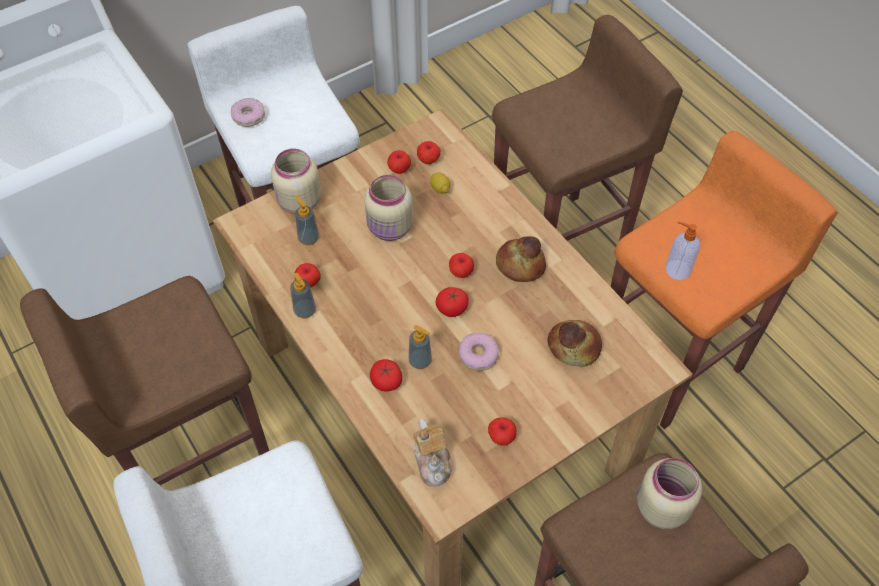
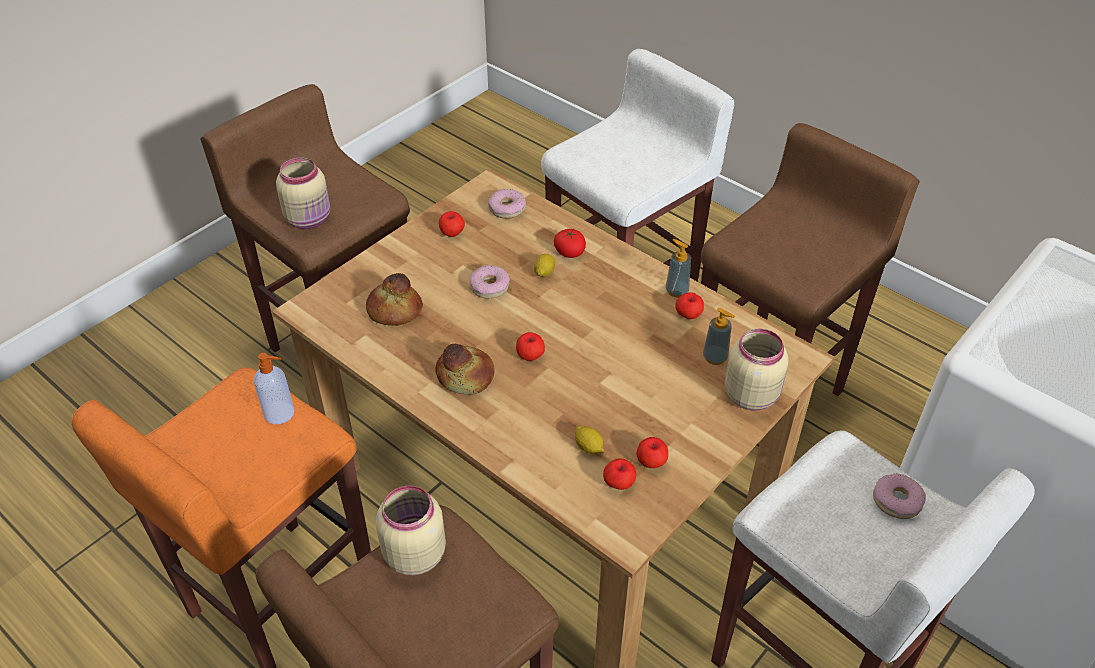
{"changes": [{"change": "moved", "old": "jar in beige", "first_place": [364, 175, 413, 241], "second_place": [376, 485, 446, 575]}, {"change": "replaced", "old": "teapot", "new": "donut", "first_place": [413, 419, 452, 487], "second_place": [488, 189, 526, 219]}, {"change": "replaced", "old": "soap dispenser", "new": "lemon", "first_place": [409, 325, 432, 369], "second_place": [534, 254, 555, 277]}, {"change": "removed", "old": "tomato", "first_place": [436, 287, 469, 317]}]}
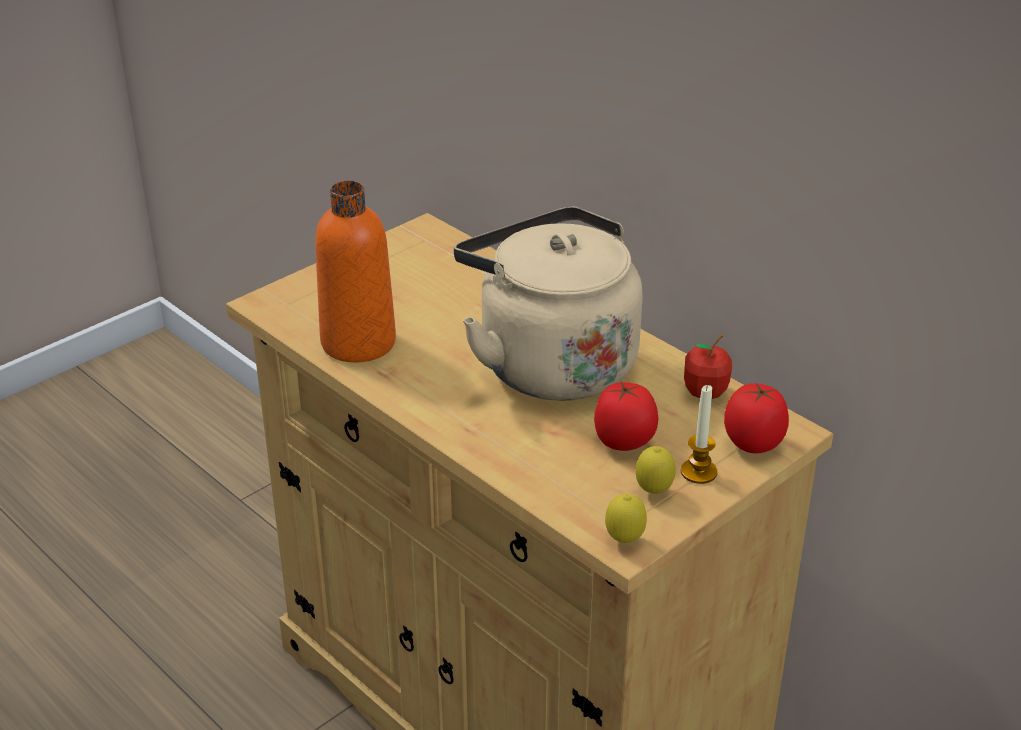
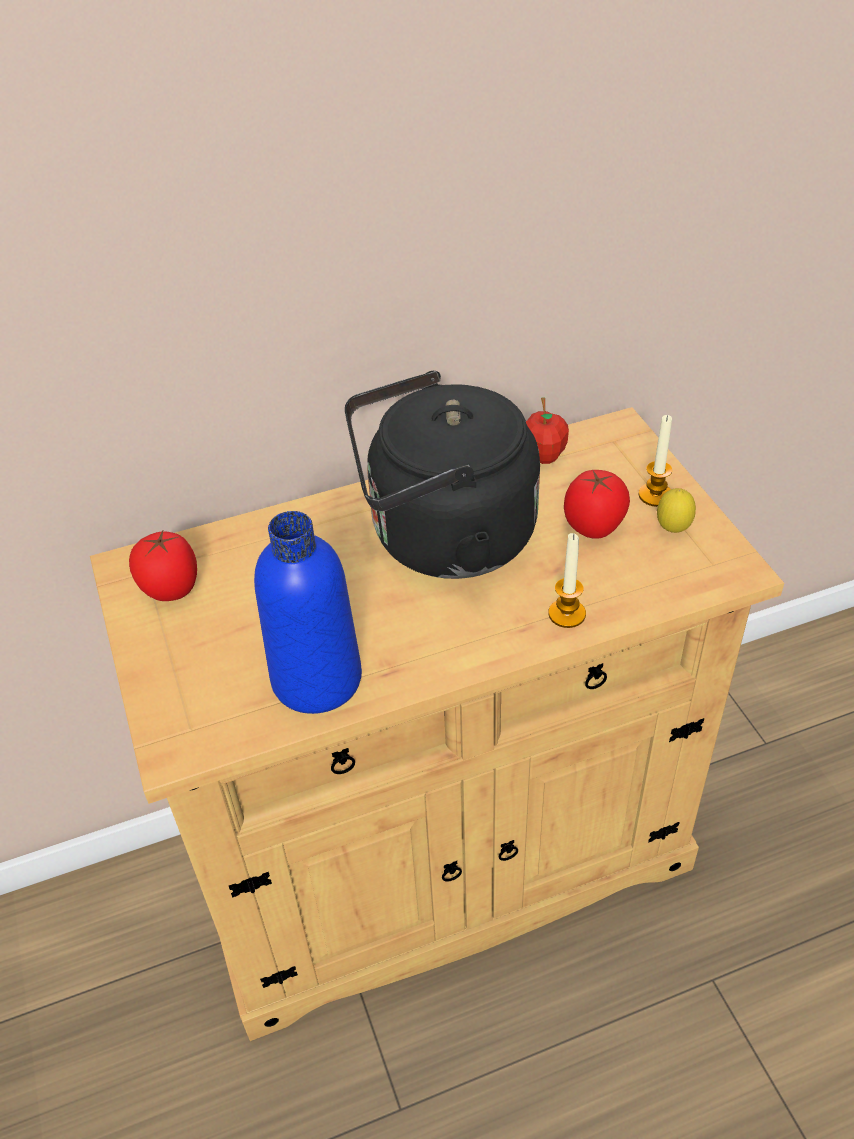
{"changes": [{"change": "moved", "old": "tomato", "first_place": [724, 383, 789, 453], "second_place": [129, 531, 197, 601]}, {"change": "recoloured", "old": "bottle in orange", "new": "bottle in blue", "first_place": [315, 181, 396, 363], "second_place": [254, 511, 362, 714]}, {"change": "recoloured", "old": "kettle in beige", "new": "kettle in black", "first_place": [454, 207, 642, 401], "second_place": [345, 371, 540, 579]}, {"change": "added", "new": "candle", "second_place": [548, 533, 586, 628]}, {"change": "removed", "old": "lemon", "first_place": [605, 494, 647, 543]}]}
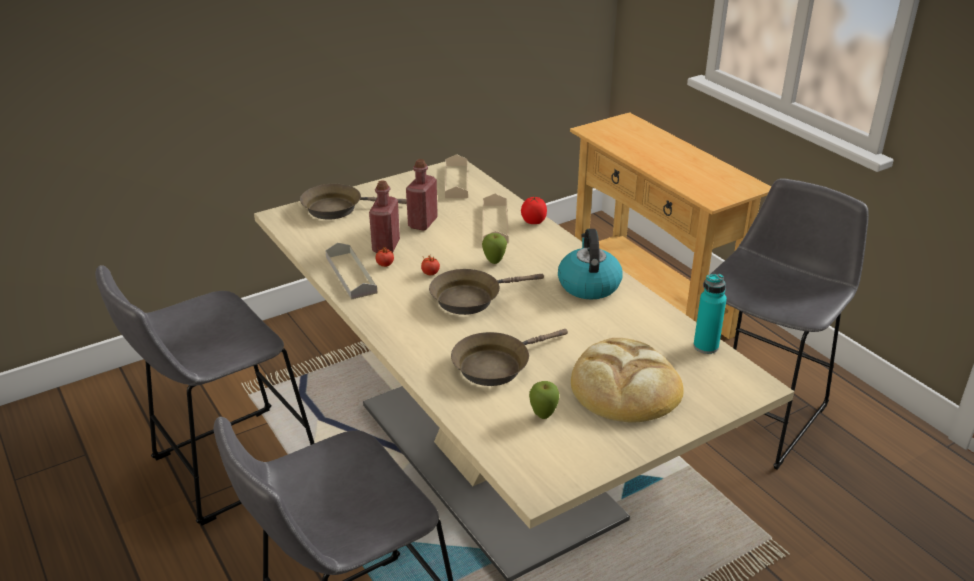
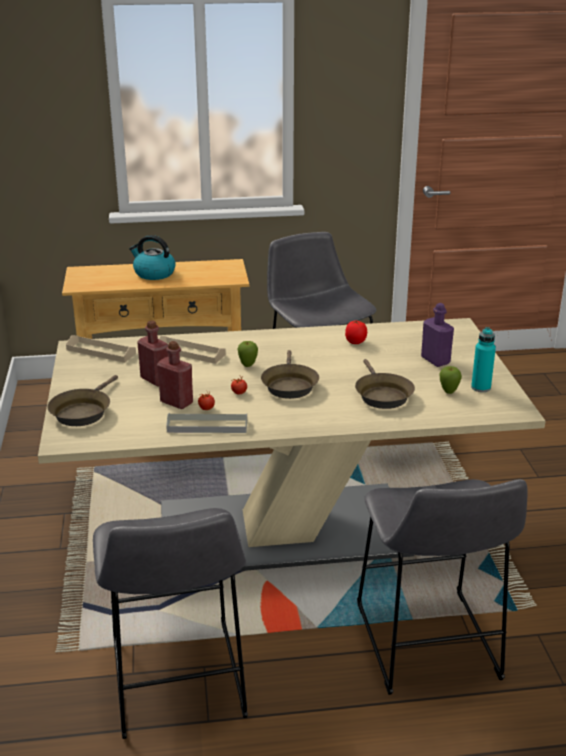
{"changes": [{"change": "moved", "old": "kettle", "first_place": [558, 229, 623, 299], "second_place": [129, 235, 176, 280]}, {"change": "moved", "old": "tomato", "first_place": [521, 196, 547, 224], "second_place": [345, 320, 367, 344]}, {"change": "replaced", "old": "bread", "new": "bottle in purple", "first_place": [571, 338, 684, 422], "second_place": [421, 303, 454, 367]}, {"change": "moved", "old": "bottle in turquoise", "first_place": [693, 274, 727, 354], "second_place": [471, 327, 496, 392]}]}
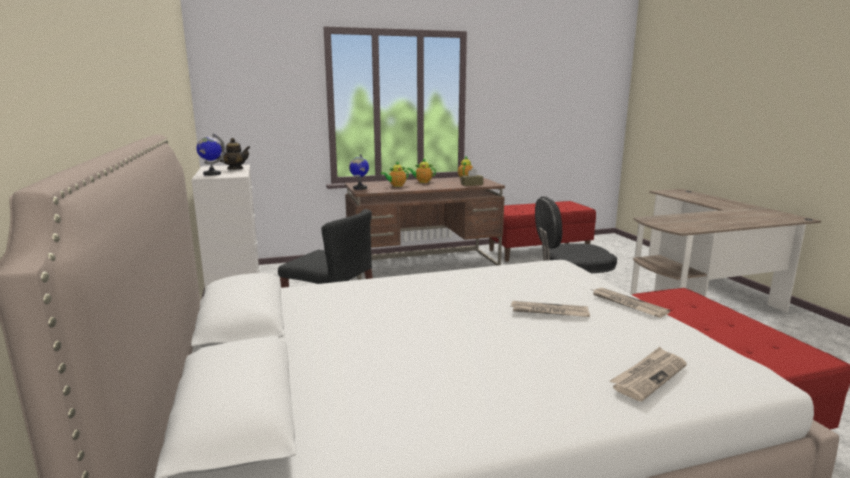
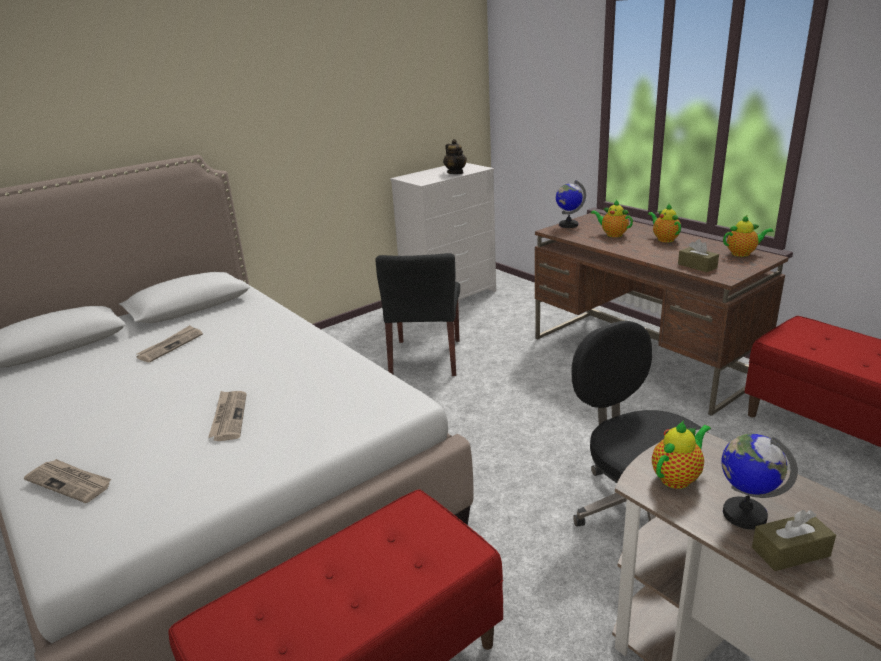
{"changes": [{"change": "moved", "old": "newspaper", "first_place": [593, 288, 670, 318], "second_place": [136, 325, 203, 363]}, {"change": "added", "new": "teapot", "second_place": [652, 421, 711, 489]}, {"change": "moved", "old": "globe", "first_place": [197, 134, 225, 176], "second_place": [722, 434, 798, 529]}, {"change": "added", "new": "tissue box in brown", "second_place": [752, 510, 836, 571]}]}
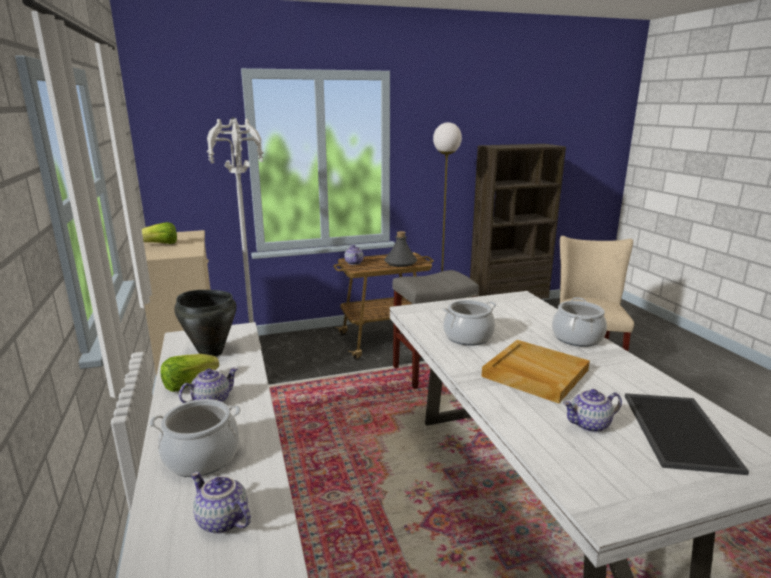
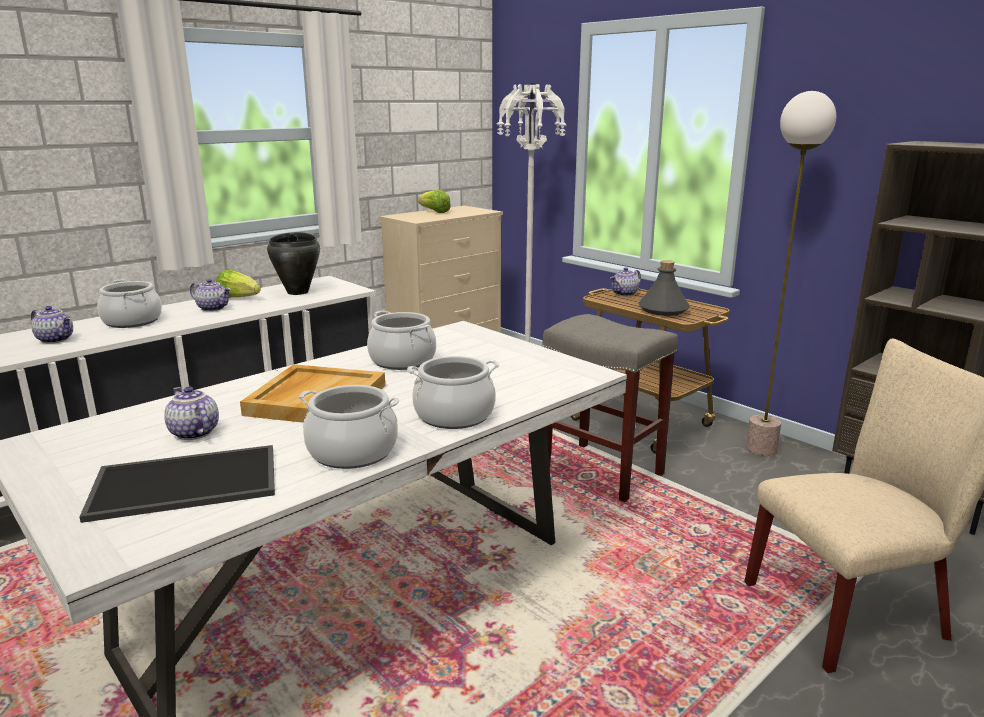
{"changes": [{"change": "turned", "old": "teapot", "first_place": [191, 472, 251, 534], "second_place": [31, 306, 73, 343], "degrees": 105}, {"change": "added", "new": "cooking pot", "second_place": [299, 385, 399, 469]}]}
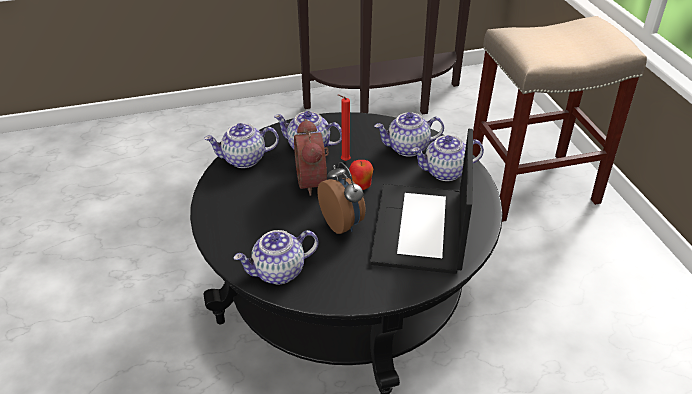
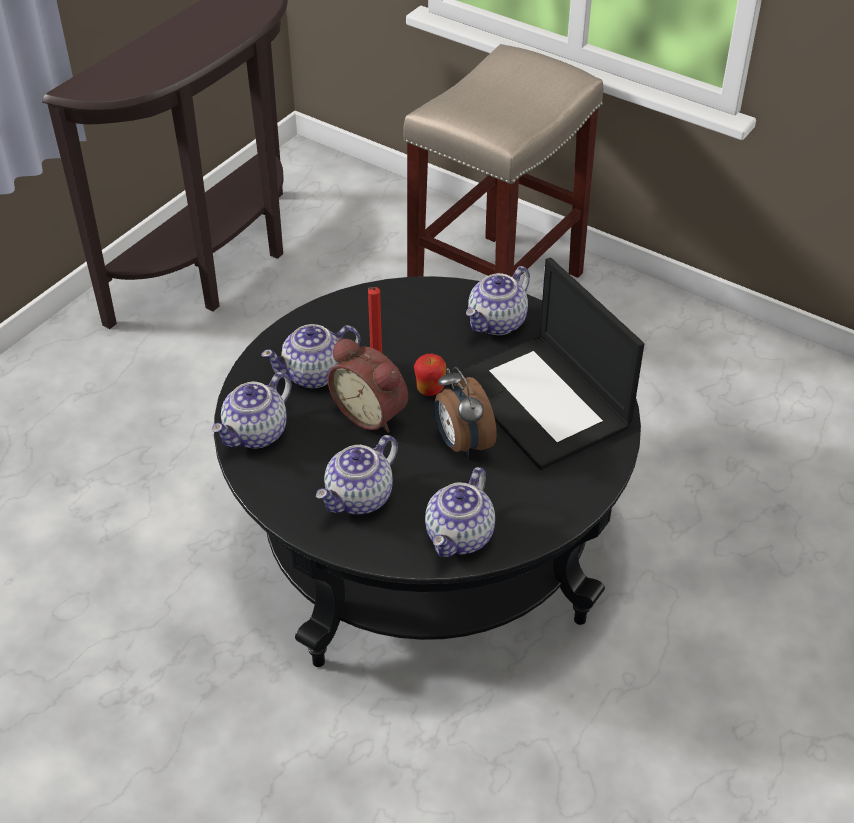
{"changes": [{"change": "moved", "old": "teapot", "first_place": [374, 112, 444, 157], "second_place": [316, 435, 398, 515]}, {"change": "turned", "old": "alarm clock", "first_place": [317, 162, 365, 234], "second_place": [434, 367, 497, 458], "degrees": -135}]}
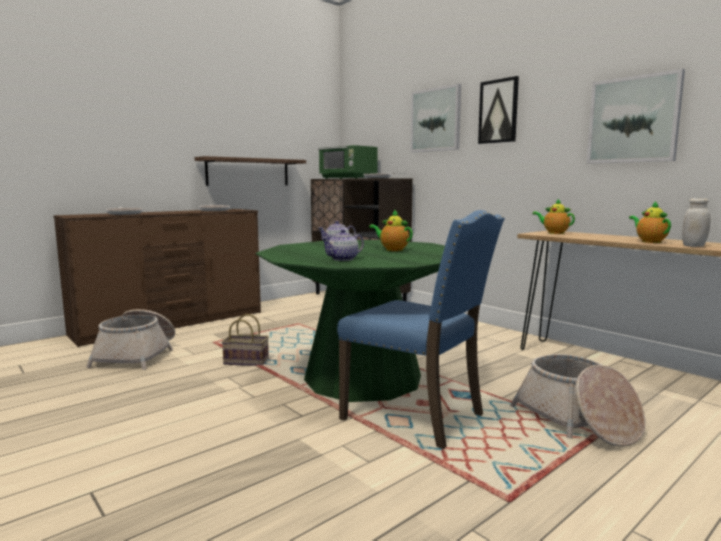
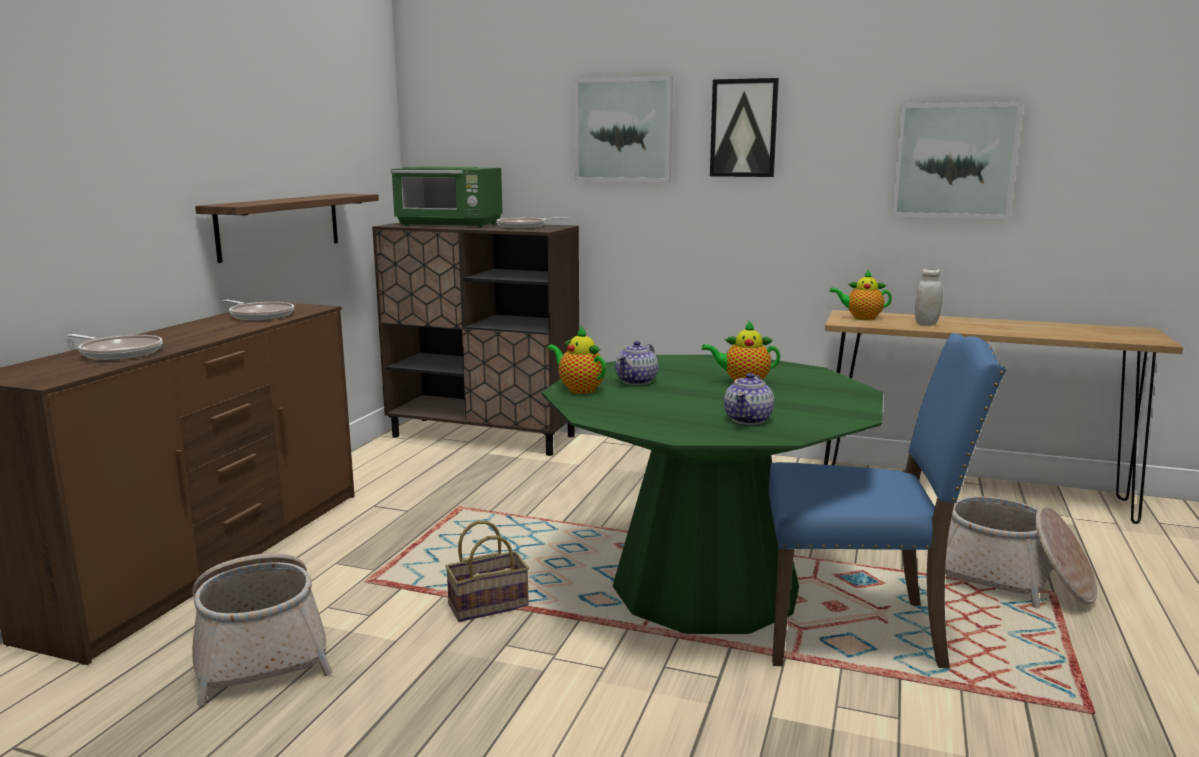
{"changes": [{"change": "moved", "old": "teapot", "first_place": [629, 202, 671, 243], "second_place": [547, 327, 606, 394]}, {"change": "moved", "old": "jar in white", "first_place": [682, 198, 710, 247], "second_place": [915, 268, 943, 326]}]}
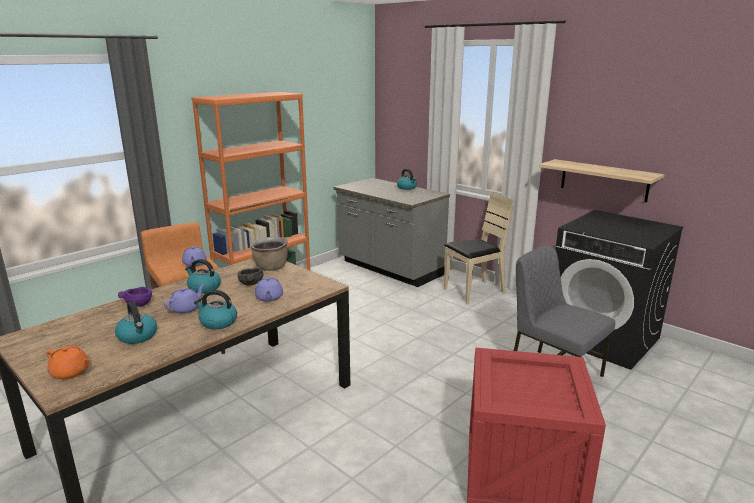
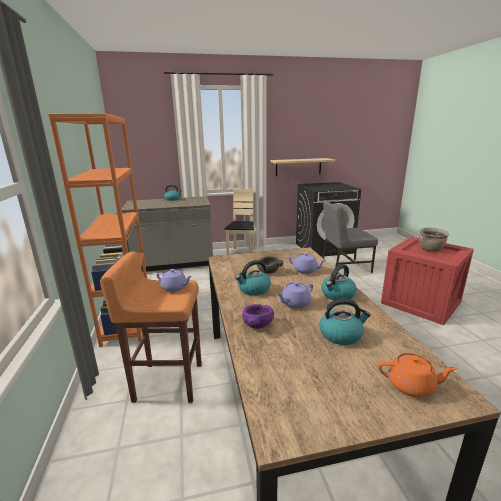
{"changes": [{"change": "turned", "old": "teapot in purple", "first_place": [164, 285, 204, 314], "second_place": [276, 282, 313, 308], "degrees": -105}, {"change": "turned", "old": "teapot in orange", "first_place": [46, 346, 89, 380], "second_place": [378, 353, 458, 397], "degrees": 45}, {"change": "moved", "old": "cooking pot in brown", "first_place": [250, 237, 288, 271], "second_place": [419, 228, 449, 252]}]}
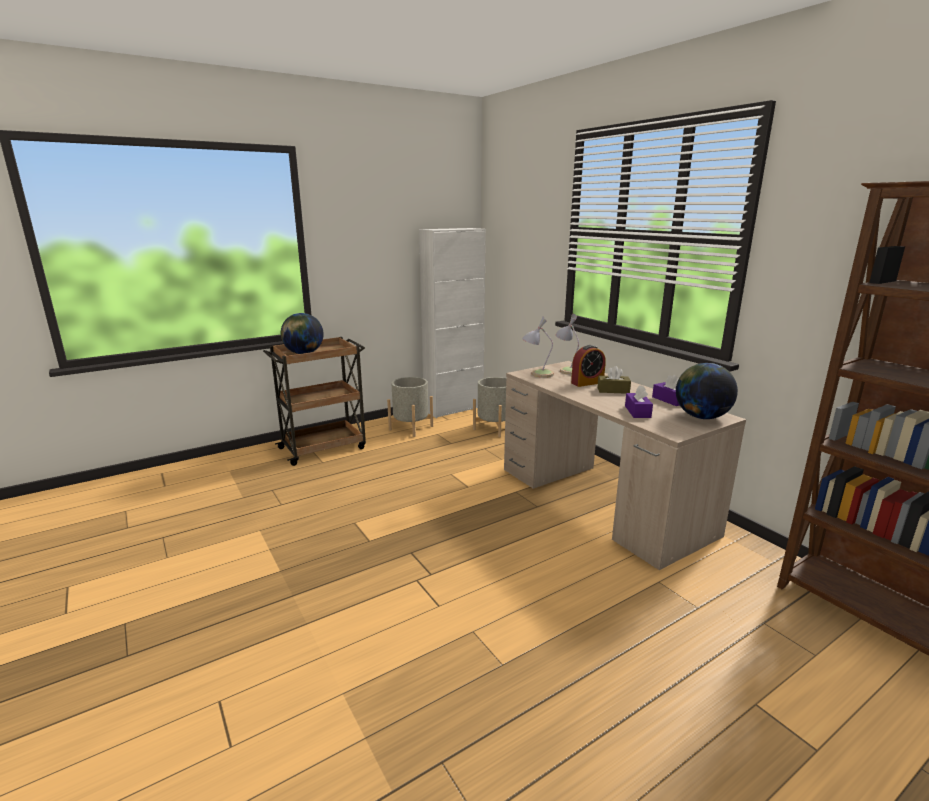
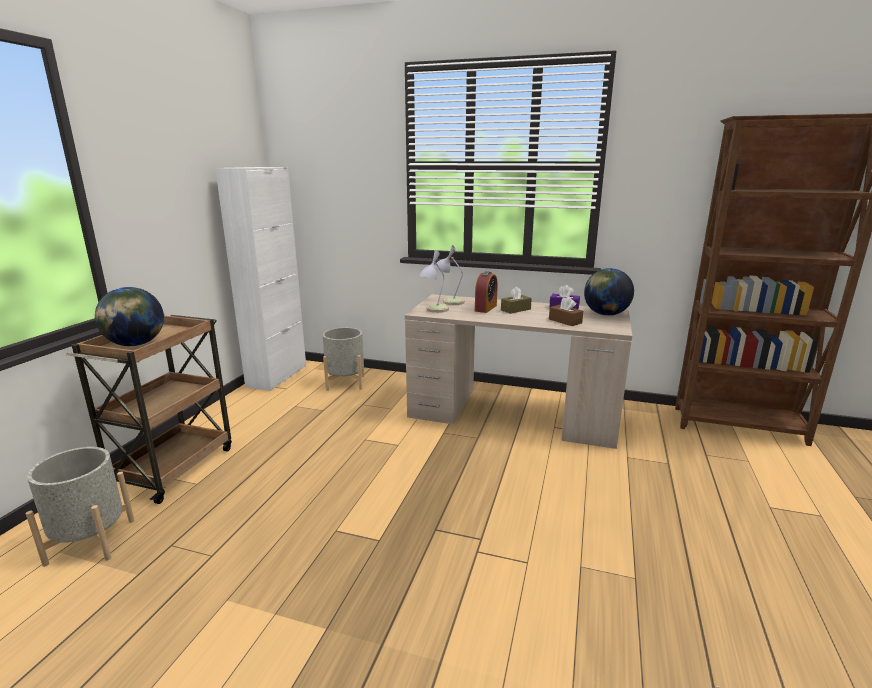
{"changes": [{"change": "moved", "old": "planter in grey", "first_place": [387, 377, 433, 437], "second_place": [26, 447, 134, 567]}, {"change": "recoloured", "old": "tissue box in purple", "new": "tissue box in brown", "first_place": [625, 385, 653, 418], "second_place": [549, 296, 583, 326]}]}
